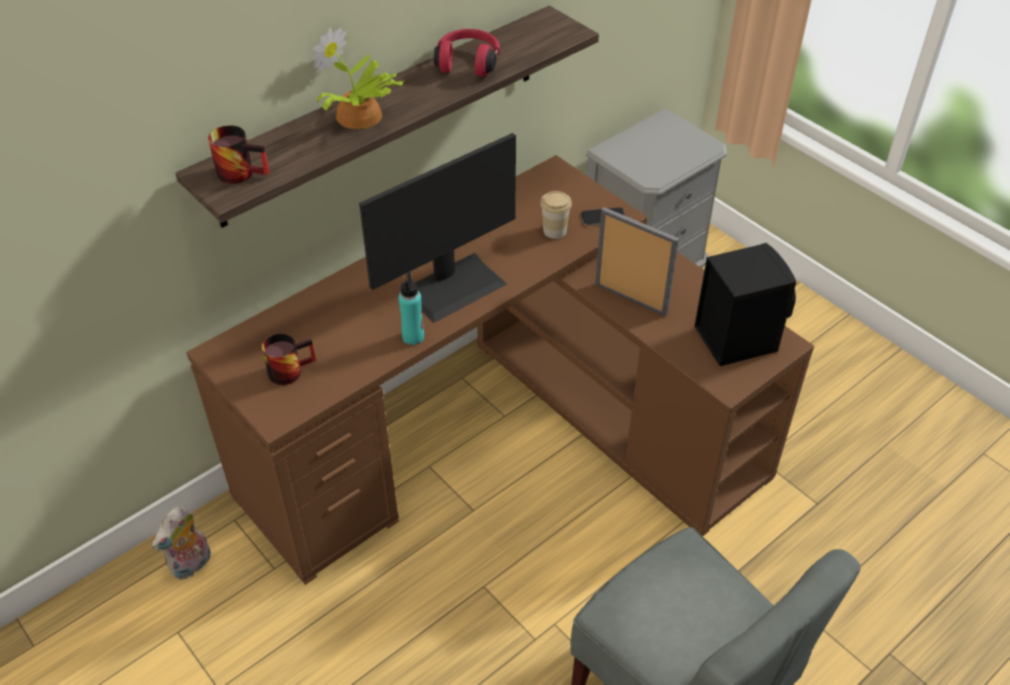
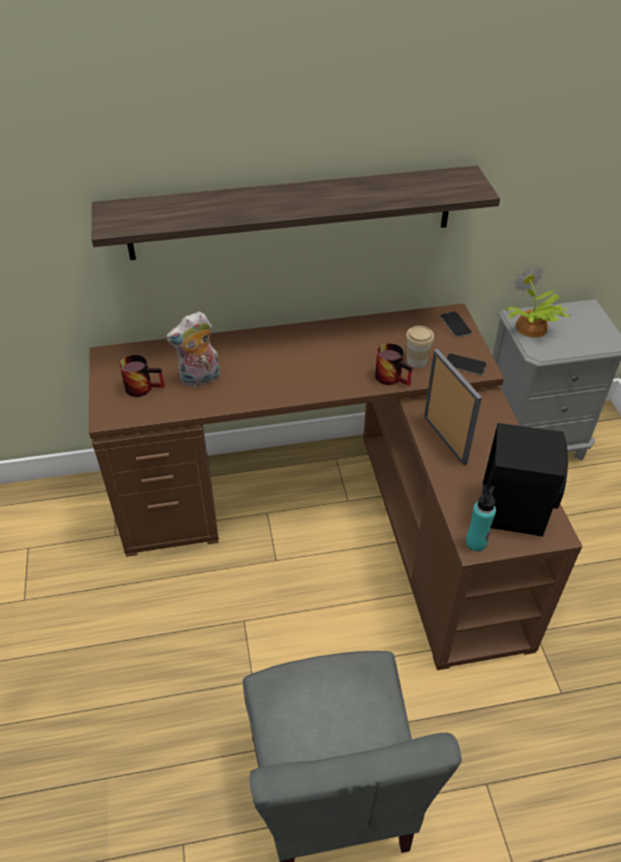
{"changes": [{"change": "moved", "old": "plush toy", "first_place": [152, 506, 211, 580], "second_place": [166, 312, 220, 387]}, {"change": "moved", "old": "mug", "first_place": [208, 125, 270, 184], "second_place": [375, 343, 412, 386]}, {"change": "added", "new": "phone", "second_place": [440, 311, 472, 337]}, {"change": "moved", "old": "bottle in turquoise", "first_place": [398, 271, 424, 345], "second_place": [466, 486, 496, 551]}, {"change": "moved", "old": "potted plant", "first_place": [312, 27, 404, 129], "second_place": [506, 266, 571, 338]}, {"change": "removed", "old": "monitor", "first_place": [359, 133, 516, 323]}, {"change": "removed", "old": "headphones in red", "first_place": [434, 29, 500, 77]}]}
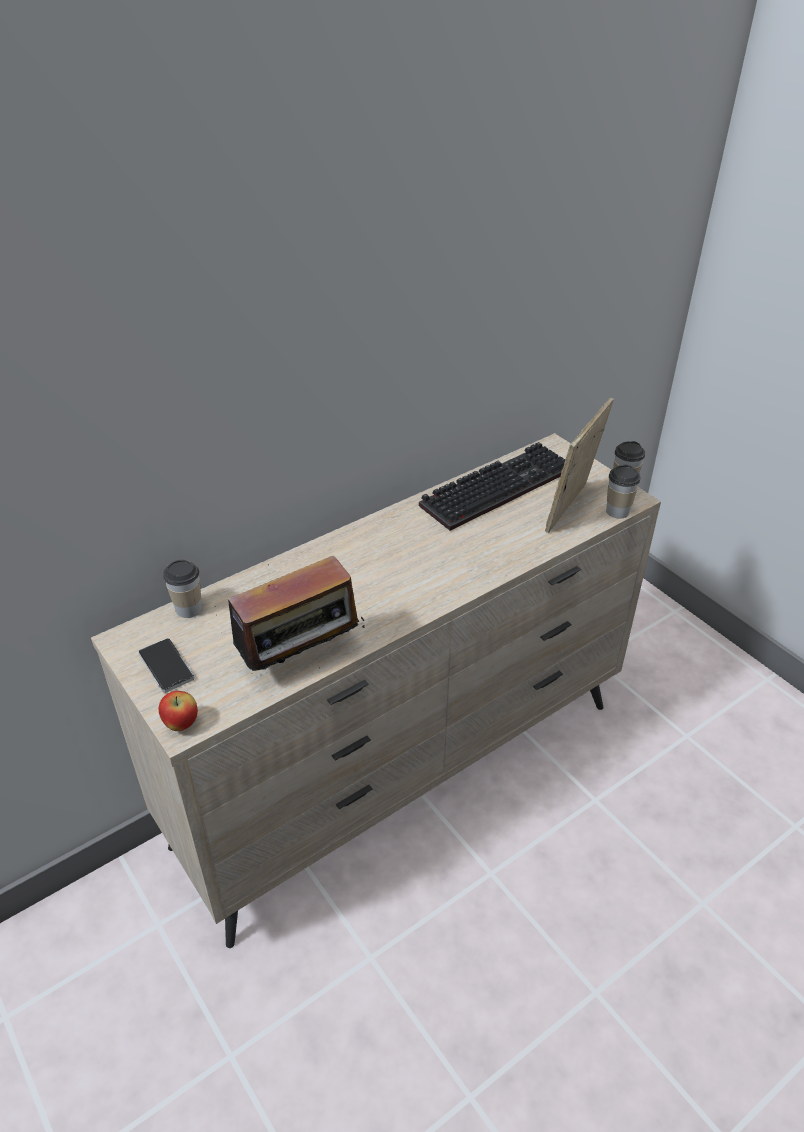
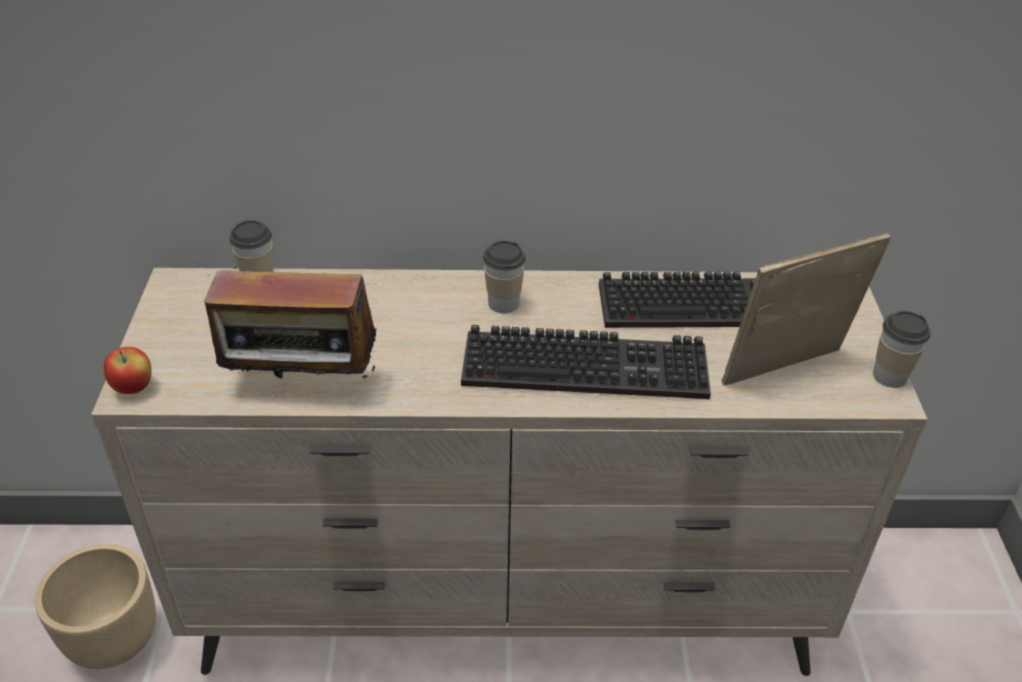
{"changes": [{"change": "added", "new": "planter in beige", "second_place": [35, 544, 156, 669]}, {"change": "added", "new": "keyboard", "second_place": [461, 325, 711, 399]}, {"change": "moved", "old": "cup", "first_place": [606, 464, 640, 518], "second_place": [483, 241, 526, 313]}, {"change": "removed", "old": "phone", "first_place": [139, 638, 195, 693]}]}
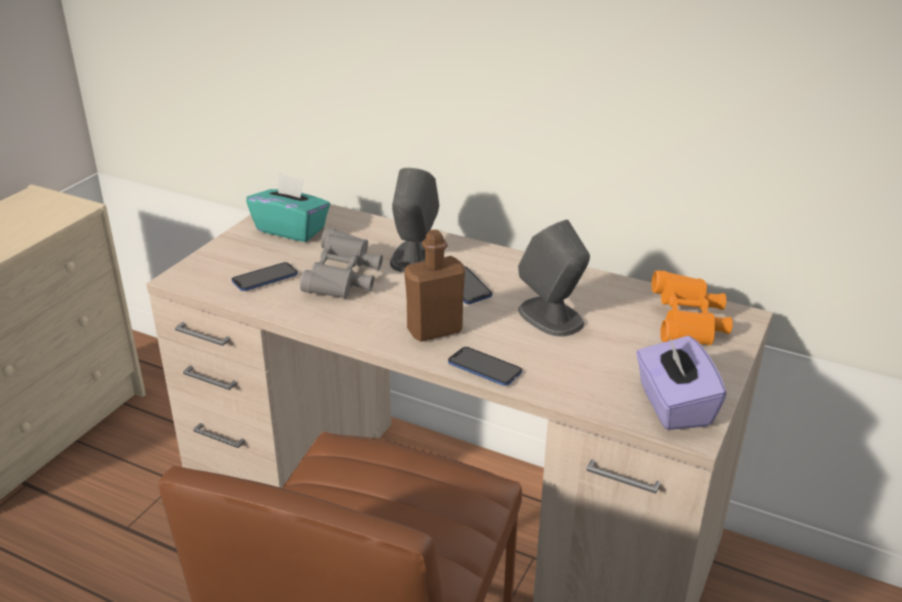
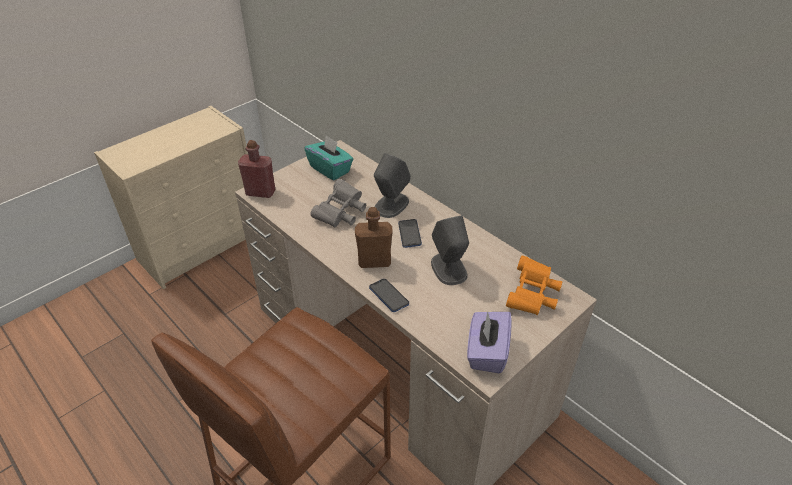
{"changes": [{"change": "added", "new": "bottle in red", "second_place": [238, 140, 276, 198]}, {"change": "removed", "old": "phone", "first_place": [232, 262, 298, 291]}]}
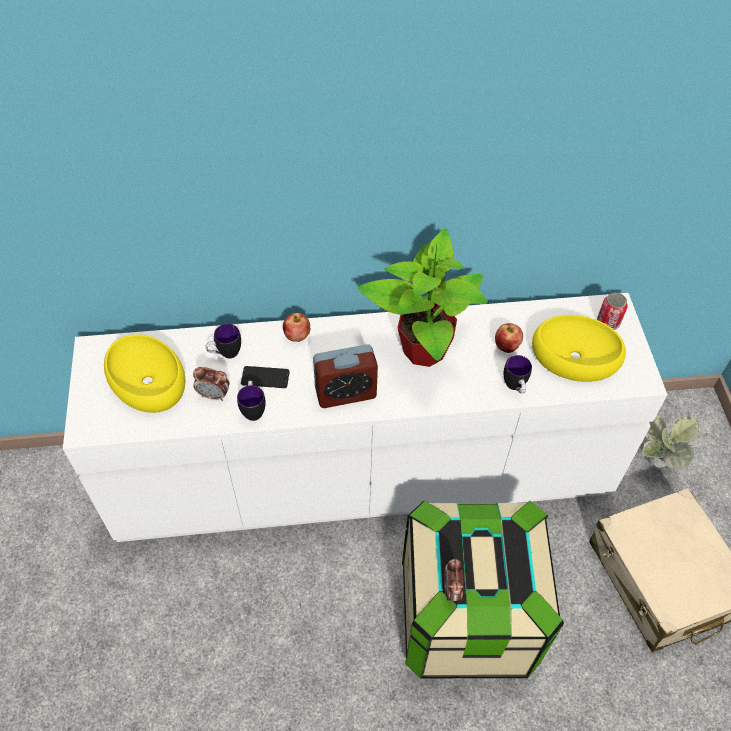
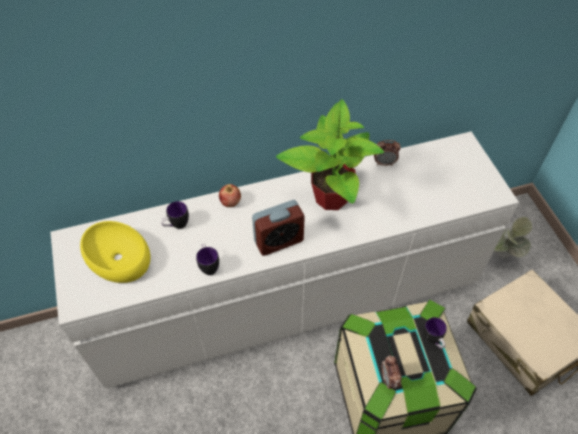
{"changes": [{"change": "moved", "old": "alarm clock", "first_place": [193, 367, 230, 401], "second_place": [374, 140, 401, 166]}, {"change": "moved", "old": "mug", "first_place": [504, 355, 532, 393], "second_place": [423, 317, 447, 349]}, {"change": "removed", "old": "phone", "first_place": [241, 366, 290, 388]}, {"change": "removed", "old": "apple", "first_place": [495, 323, 523, 353]}, {"change": "removed", "old": "bowl in yellow", "first_place": [532, 315, 626, 382]}, {"change": "removed", "old": "can", "first_place": [597, 292, 628, 330]}]}
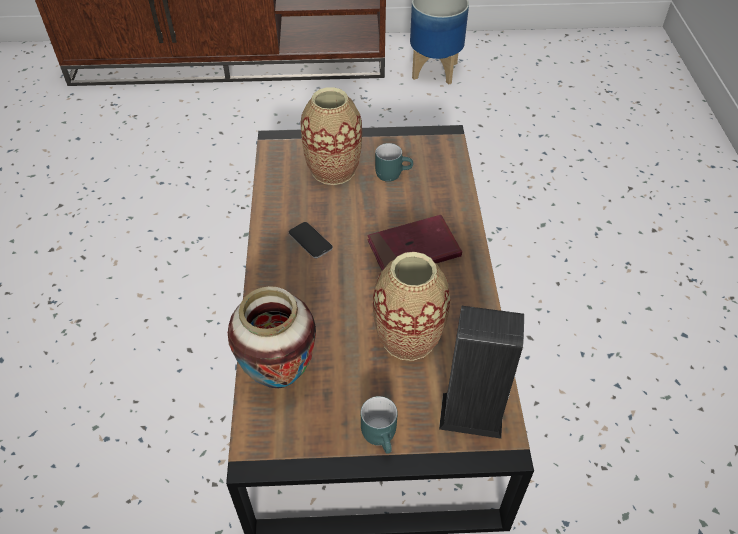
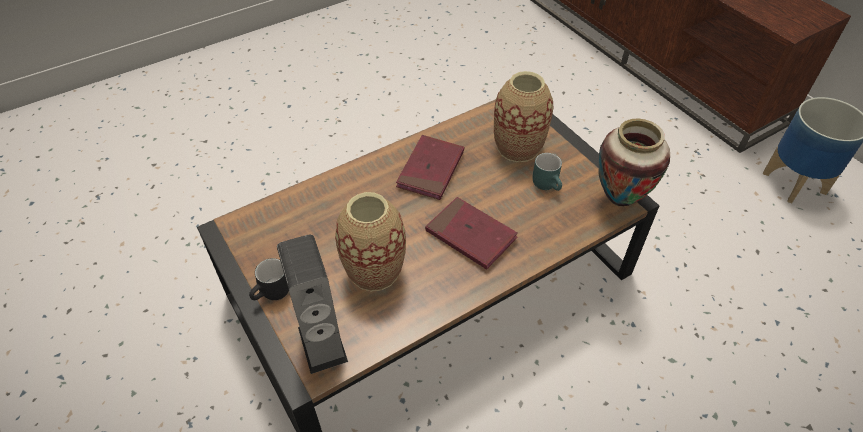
{"changes": [{"change": "recoloured", "old": "mug in turquoise", "new": "mug in black", "first_place": [361, 396, 397, 454], "second_place": [249, 258, 289, 300]}, {"change": "replaced", "old": "phone", "new": "book in red", "first_place": [289, 222, 333, 258], "second_place": [396, 135, 464, 200]}, {"change": "moved", "old": "vase", "first_place": [228, 286, 316, 388], "second_place": [599, 118, 670, 207]}]}
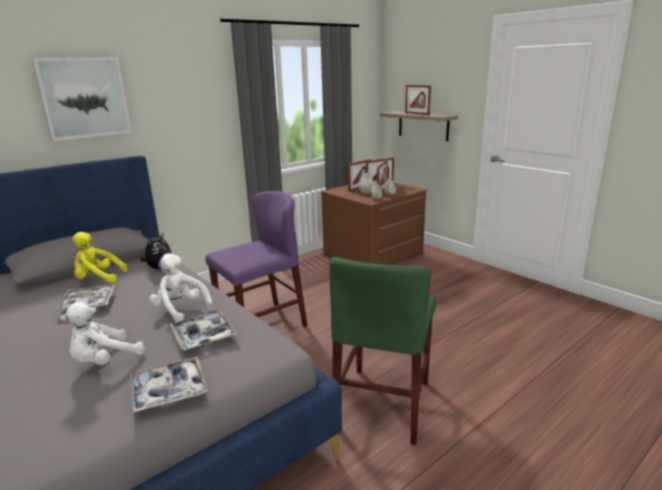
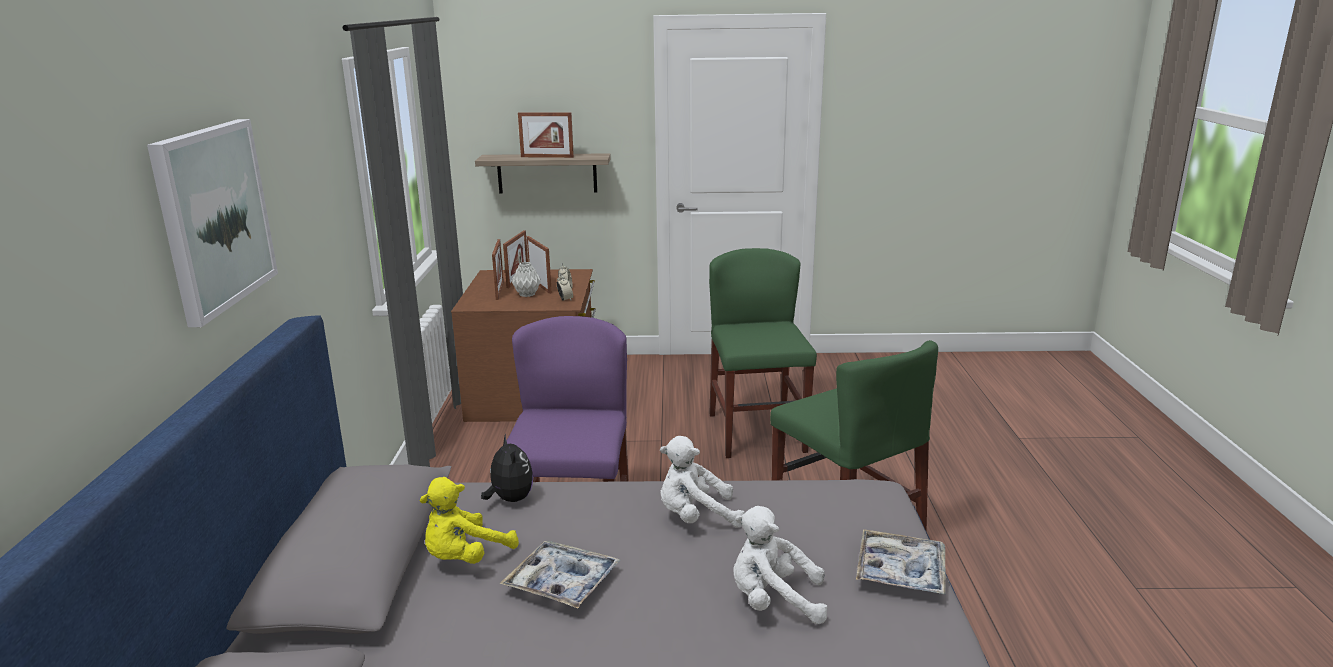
{"changes": [{"change": "added", "new": "chair in green", "second_place": [709, 248, 817, 458]}, {"change": "turned", "old": "plush toy in white", "first_place": [60, 302, 145, 365], "second_place": [733, 506, 828, 624], "degrees": 105}, {"change": "removed", "old": "tray", "first_place": [170, 310, 237, 351]}]}
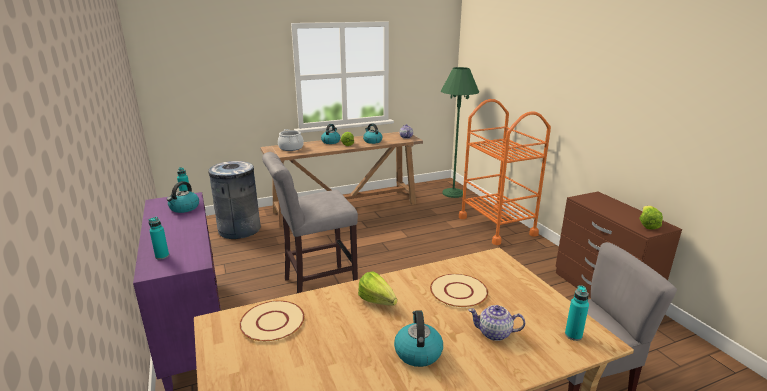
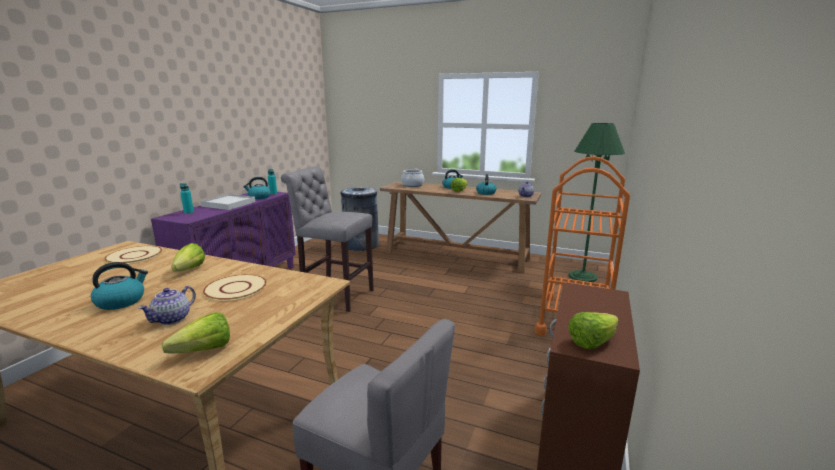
{"changes": [{"change": "turned", "old": "teapot", "first_place": [468, 305, 525, 341], "second_place": [138, 286, 196, 325], "degrees": -120}, {"change": "replaced", "old": "bottle in turquoise", "new": "lettuce", "first_place": [565, 285, 589, 341], "second_place": [161, 312, 230, 353]}, {"change": "added", "new": "tray in white", "second_place": [200, 194, 255, 210]}]}
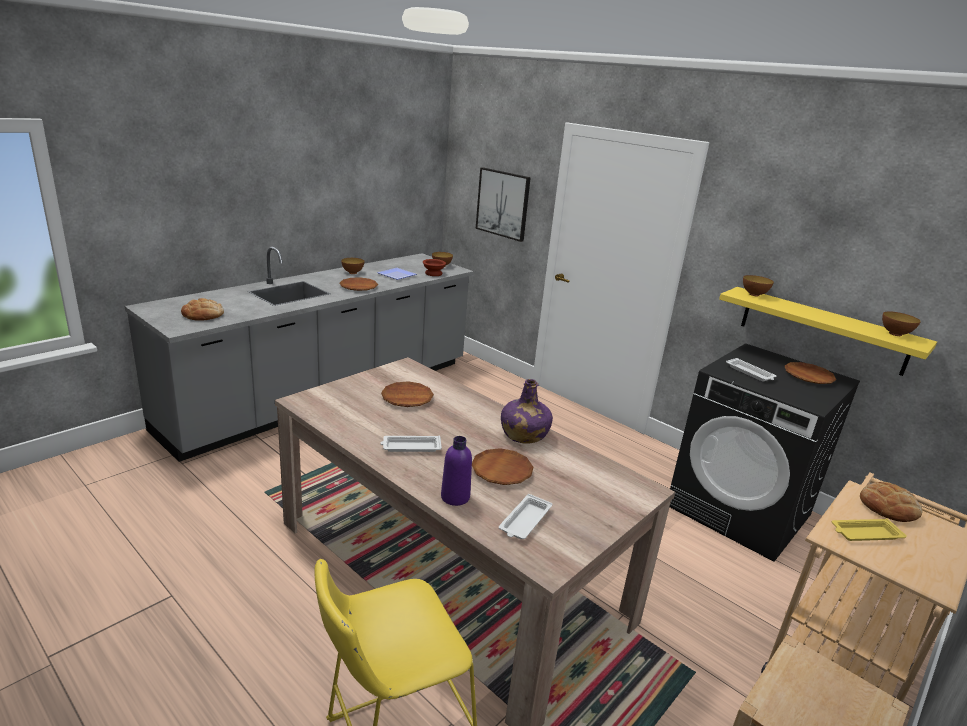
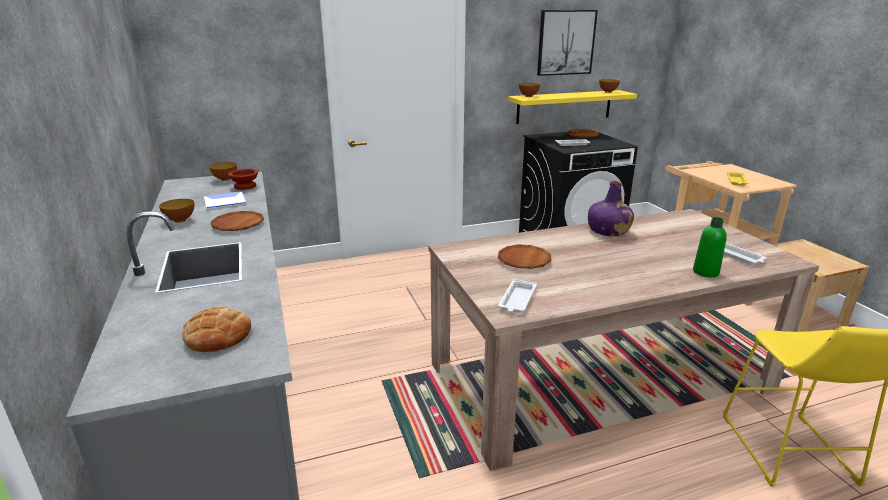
{"changes": [{"change": "moved", "old": "tray in white", "first_place": [380, 436, 442, 452], "second_place": [498, 279, 537, 313]}, {"change": "moved", "old": "picture", "first_place": [476, 167, 531, 242], "second_place": [537, 10, 598, 76]}, {"change": "recoloured", "old": "bottle in purple", "new": "bottle in green", "first_place": [441, 436, 472, 506], "second_place": [693, 217, 727, 277]}, {"change": "removed", "old": "plate in brown", "first_place": [472, 448, 534, 485]}, {"change": "removed", "old": "bread", "first_place": [860, 482, 922, 522]}]}
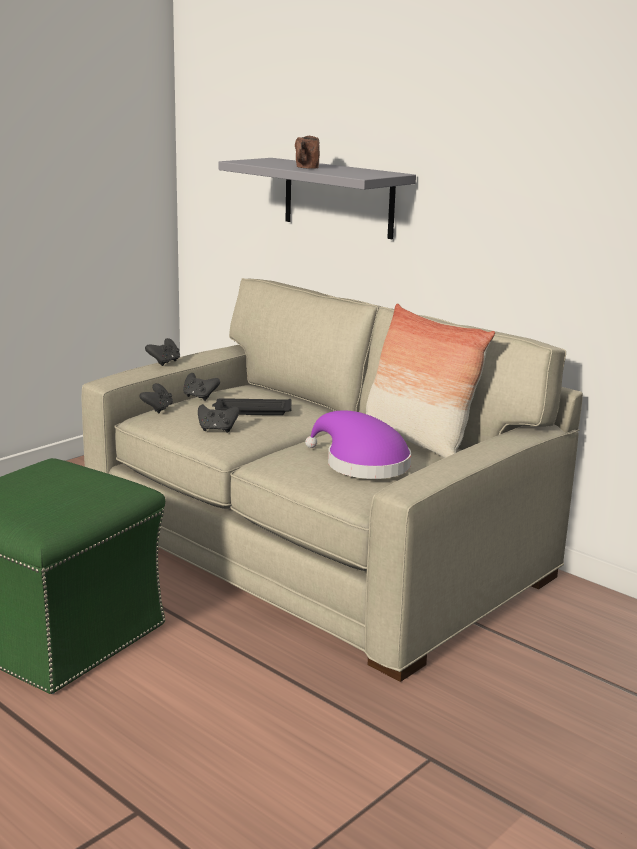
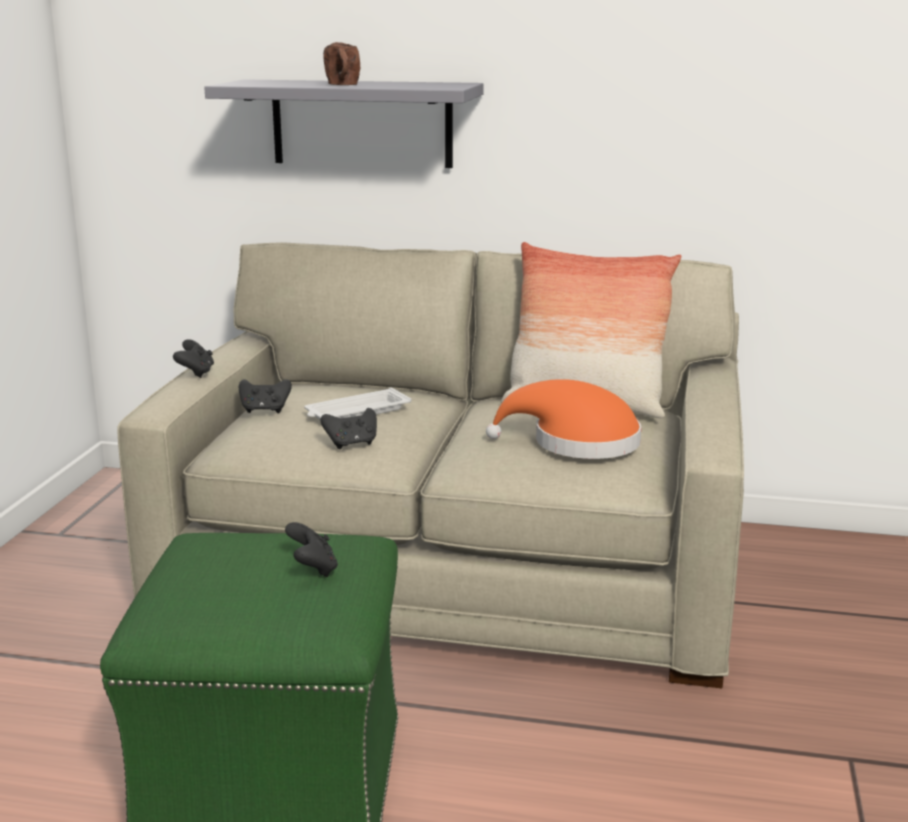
{"changes": [{"change": "moved", "old": "game controller in black", "first_place": [139, 383, 173, 413], "second_place": [285, 522, 338, 577]}, {"change": "recoloured", "old": "tray in black", "new": "tray in white", "first_place": [212, 398, 292, 415], "second_place": [304, 387, 411, 420]}, {"change": "recoloured", "old": "hat in purple", "new": "hat in orange", "first_place": [305, 410, 411, 479], "second_place": [486, 379, 641, 459]}]}
